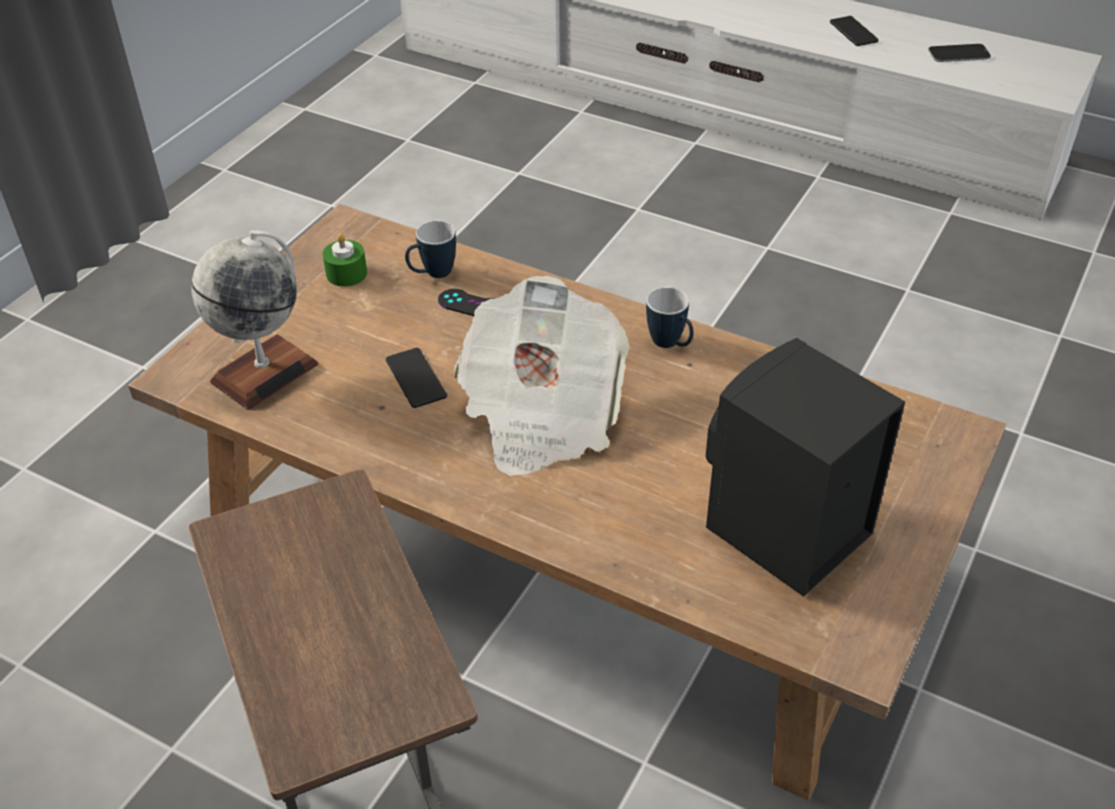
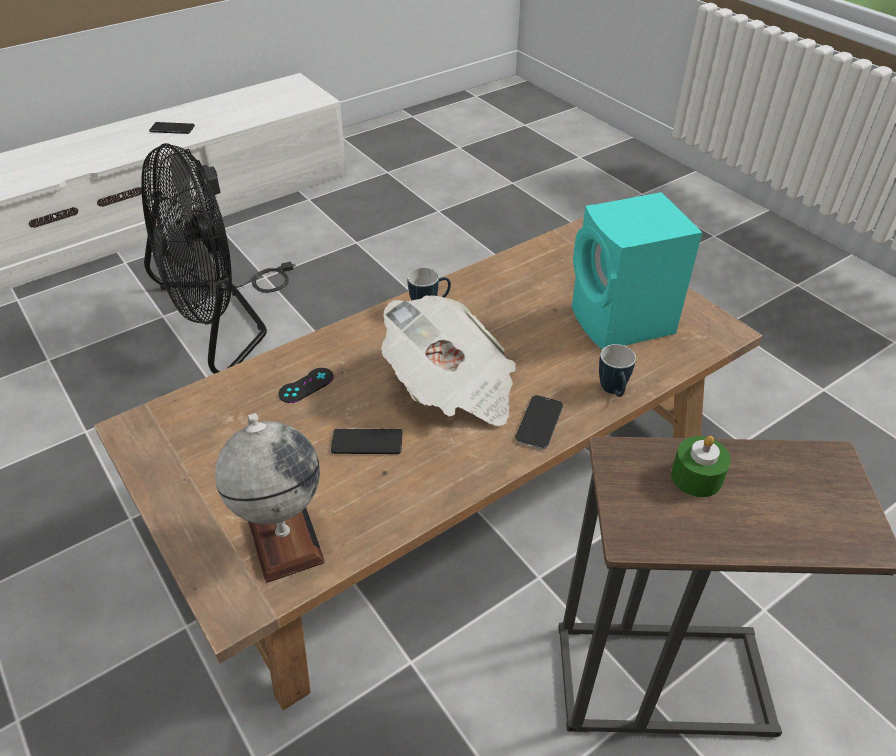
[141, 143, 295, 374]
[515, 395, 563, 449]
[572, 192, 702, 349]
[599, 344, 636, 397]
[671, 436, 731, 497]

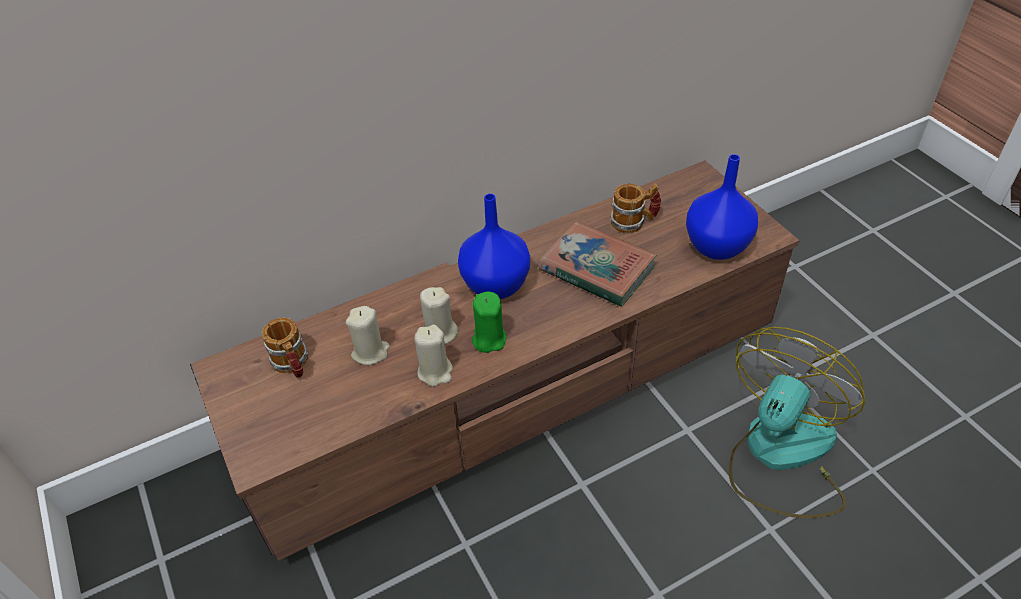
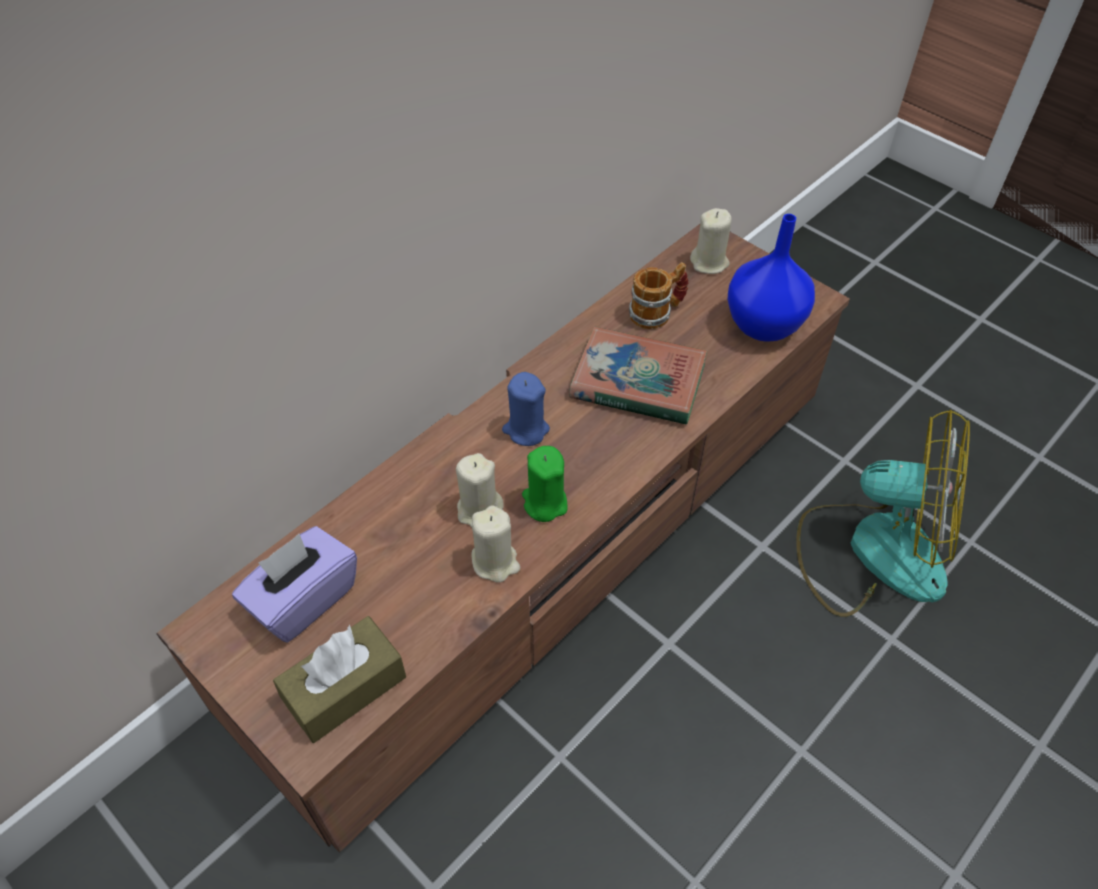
[232, 526, 357, 643]
[273, 616, 406, 743]
[502, 372, 550, 446]
[690, 208, 732, 274]
[796, 410, 970, 617]

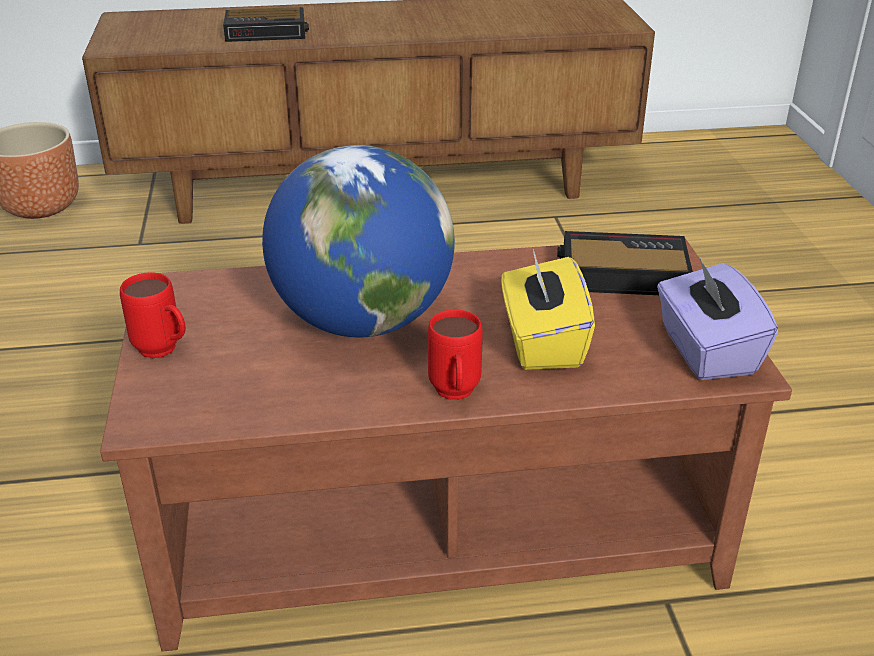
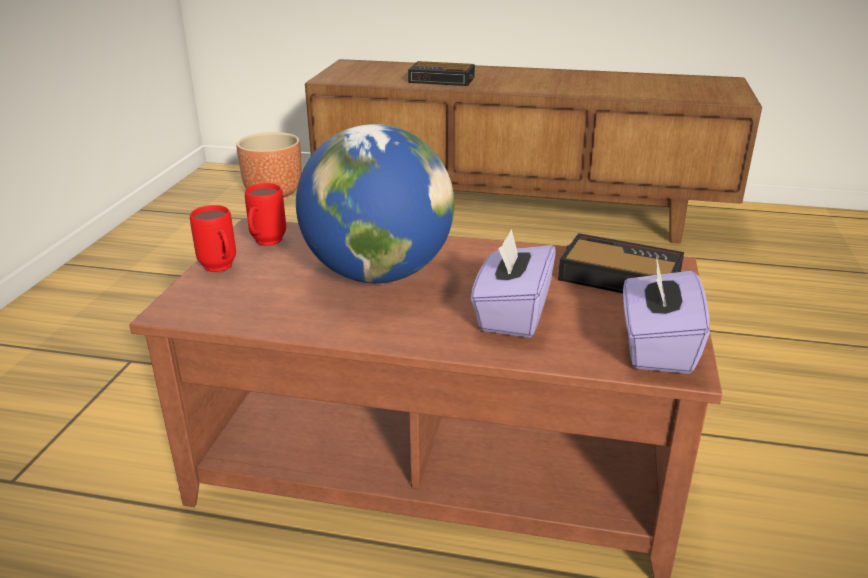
[245, 183, 286, 246]
[471, 229, 556, 338]

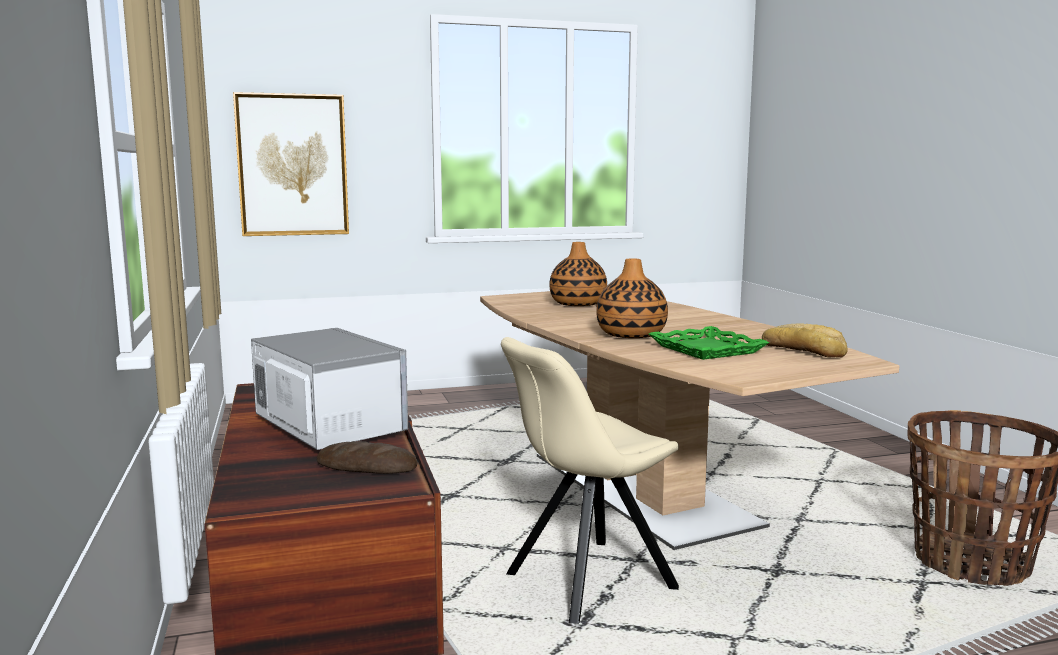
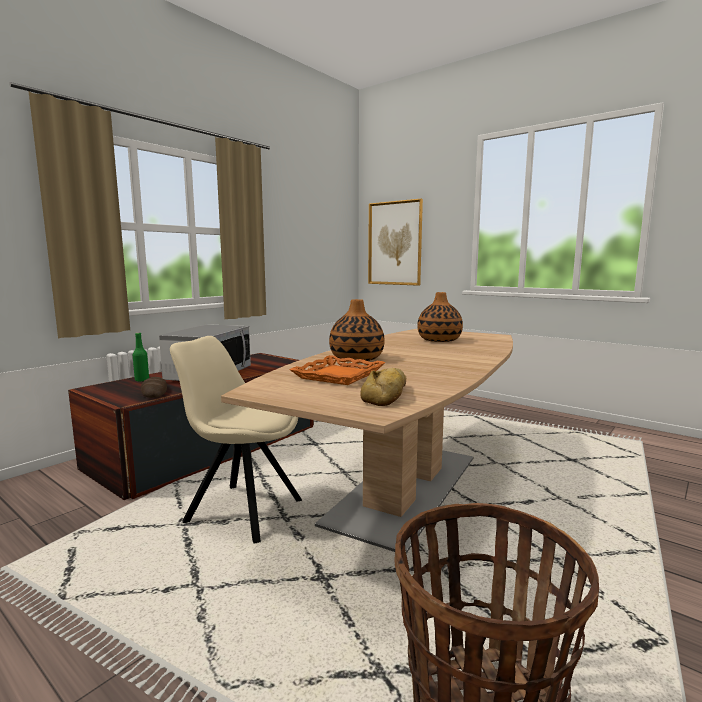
[133, 333, 149, 381]
[289, 355, 385, 385]

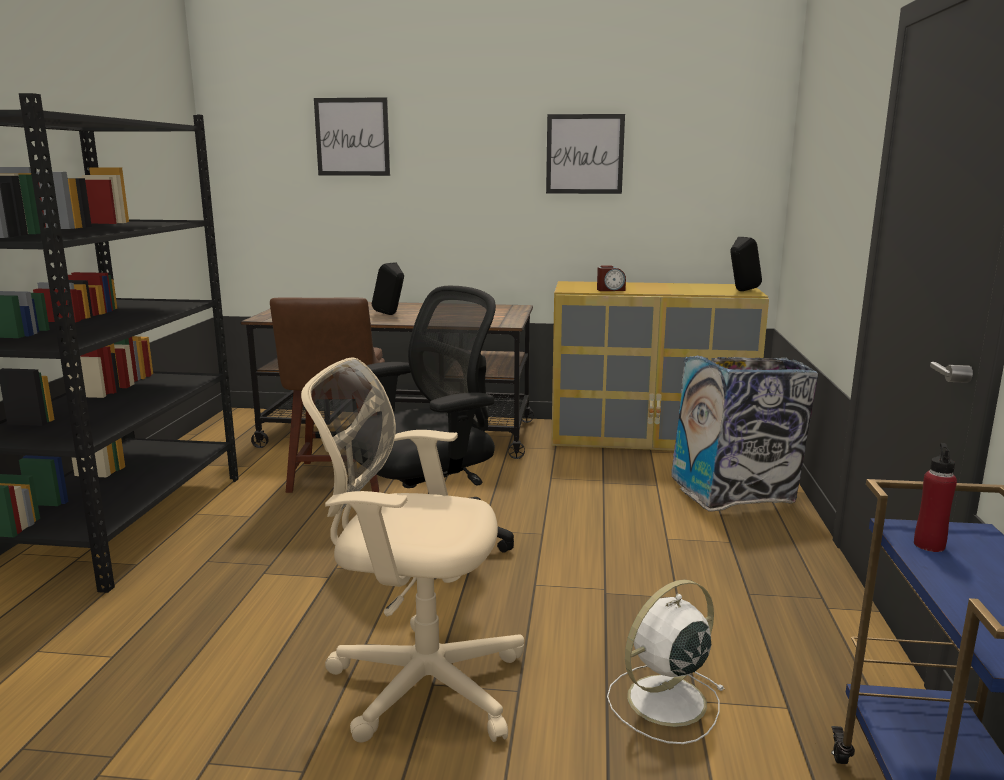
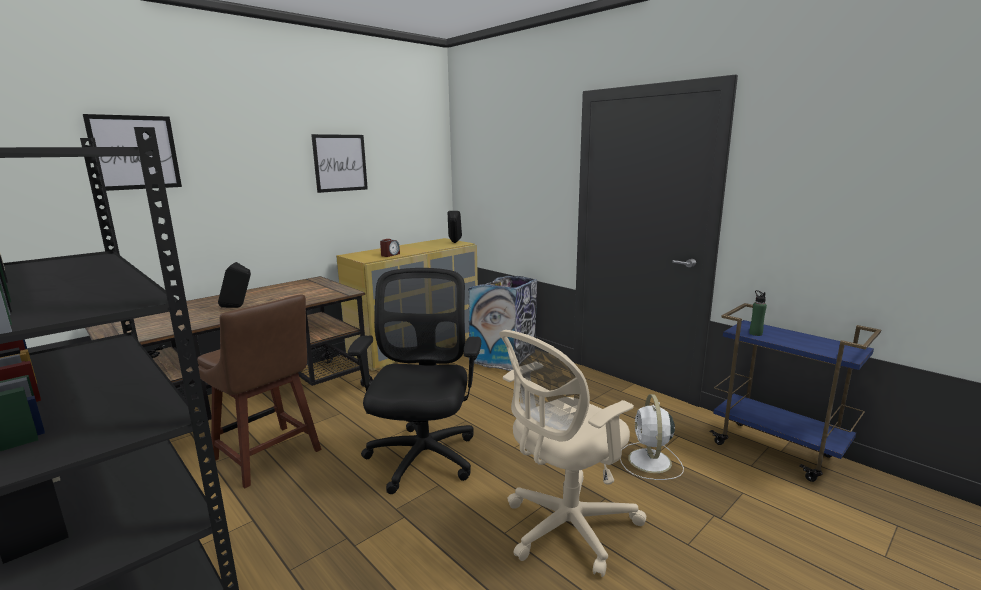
[749, 290, 767, 336]

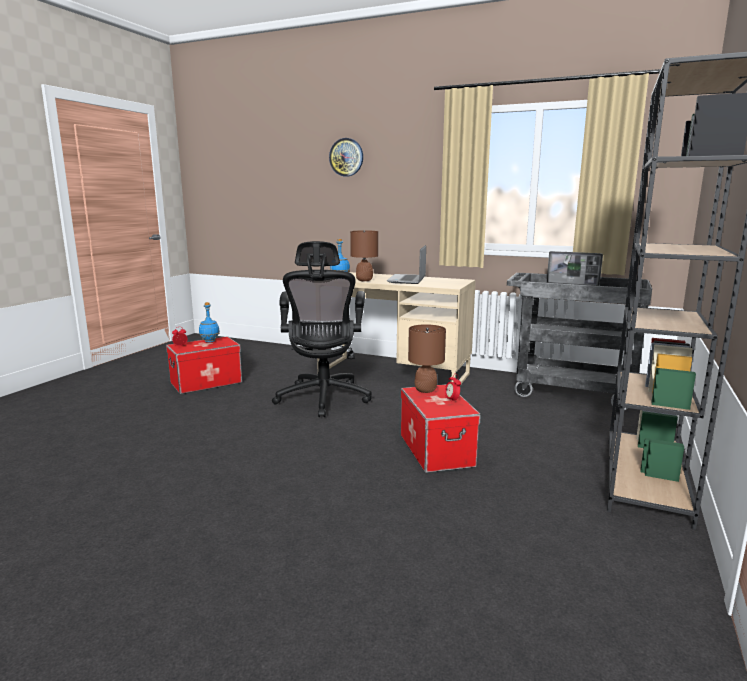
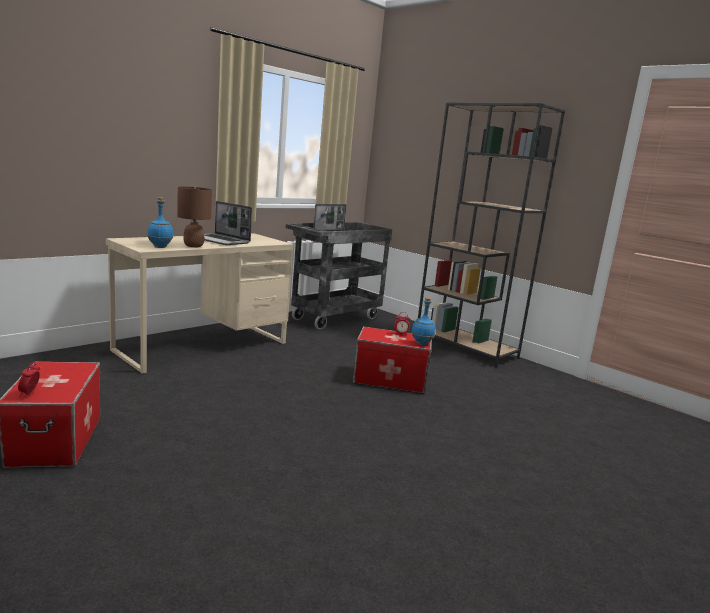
[411, 297, 436, 345]
[272, 241, 372, 417] (first image)
[329, 138, 363, 177] (first image)
[408, 324, 446, 393] (first image)

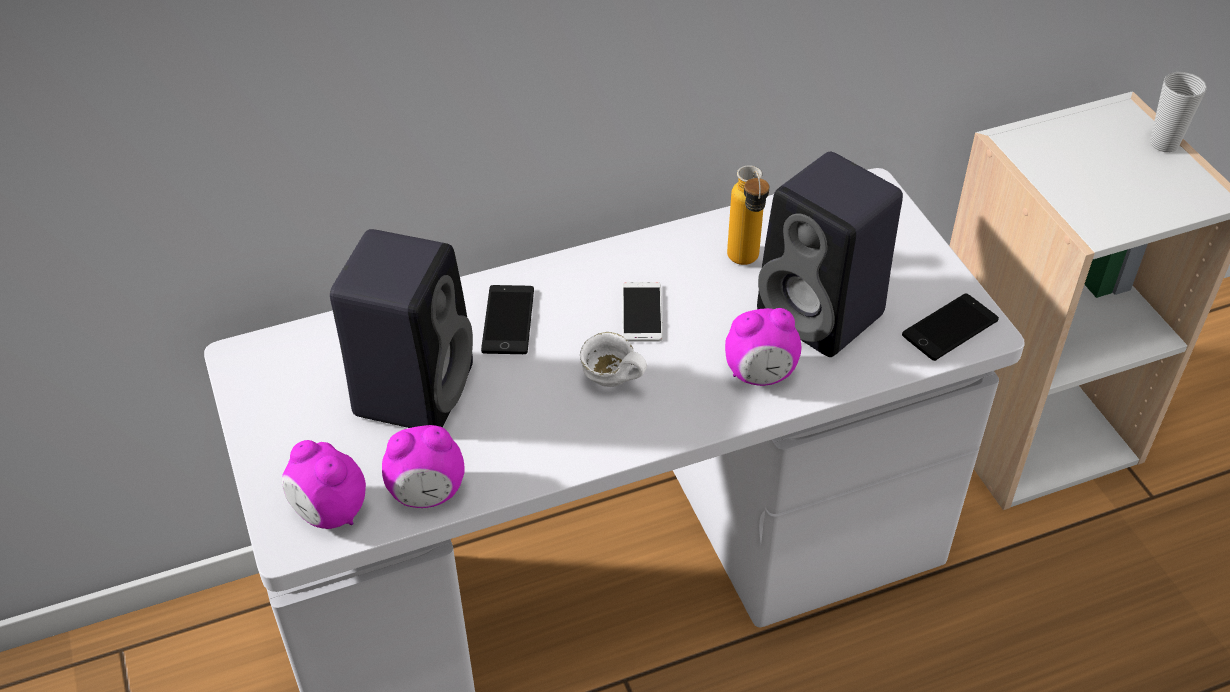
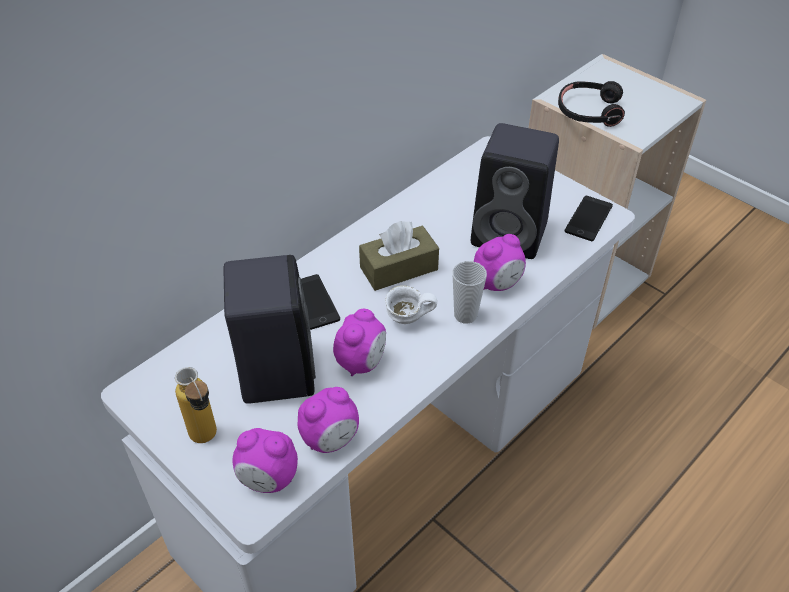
[175, 367, 217, 443]
[333, 309, 386, 377]
[359, 221, 439, 291]
[452, 261, 487, 324]
[558, 81, 625, 127]

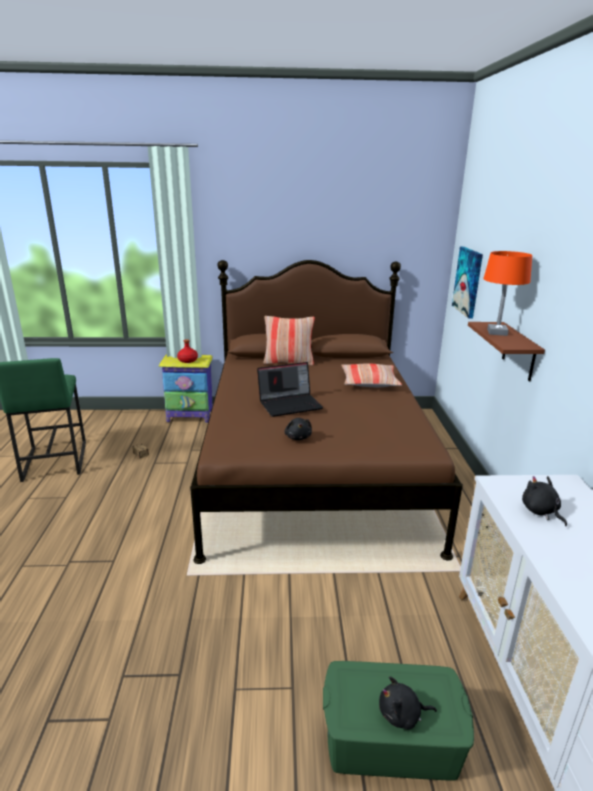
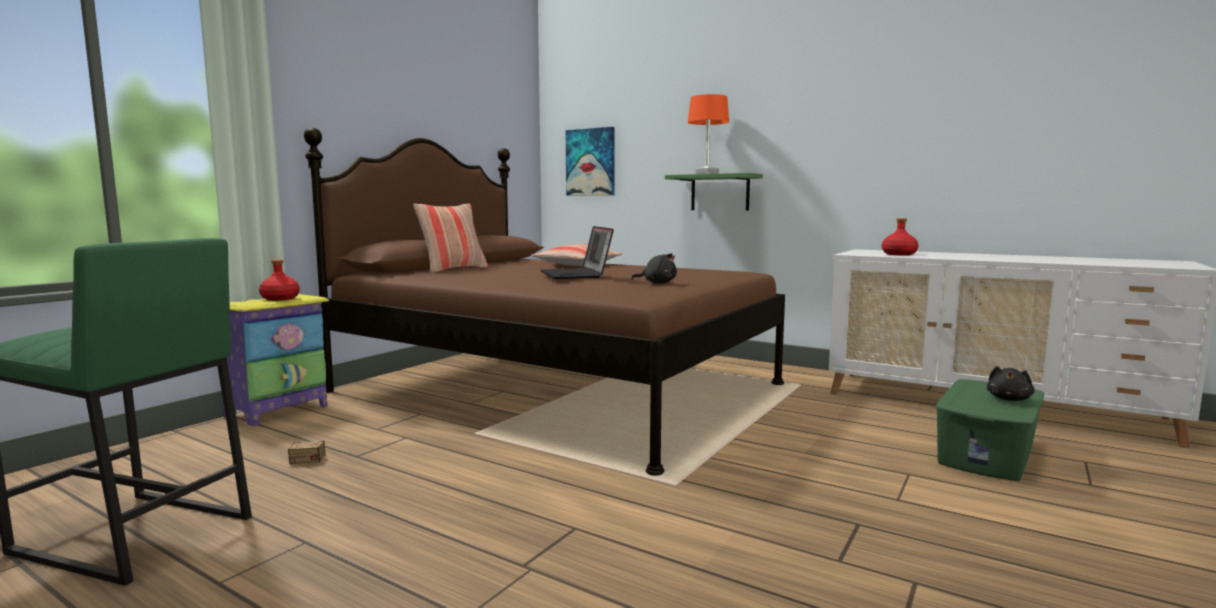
[540, 226, 614, 279]
[665, 173, 763, 210]
[882, 218, 919, 255]

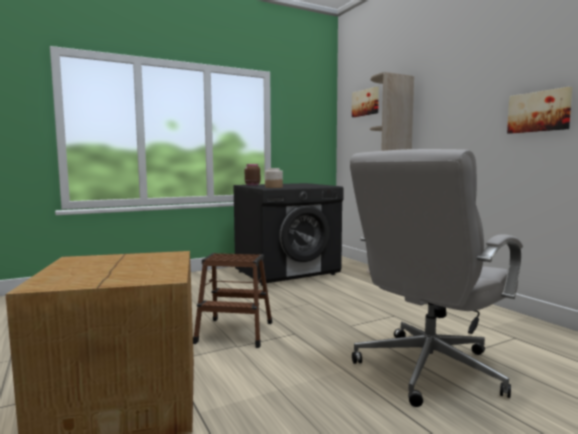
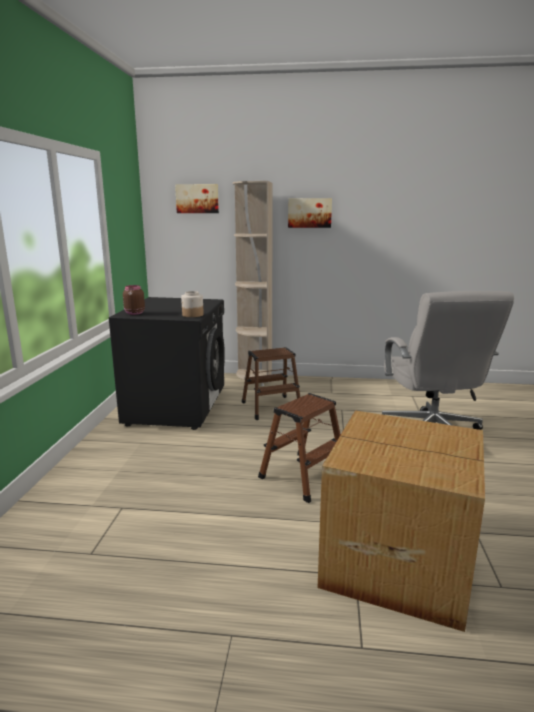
[242, 347, 300, 420]
[288, 198, 332, 228]

